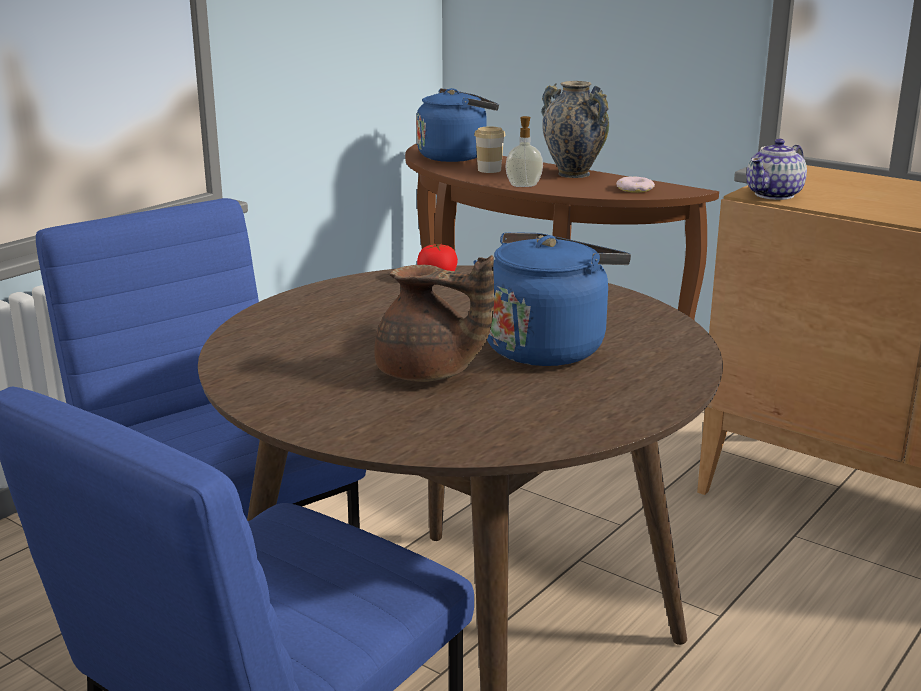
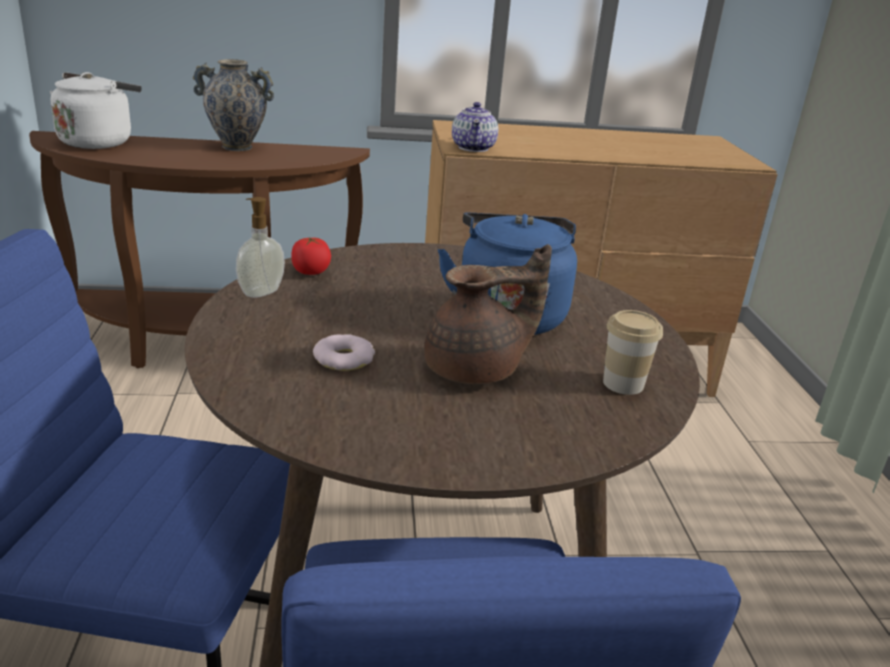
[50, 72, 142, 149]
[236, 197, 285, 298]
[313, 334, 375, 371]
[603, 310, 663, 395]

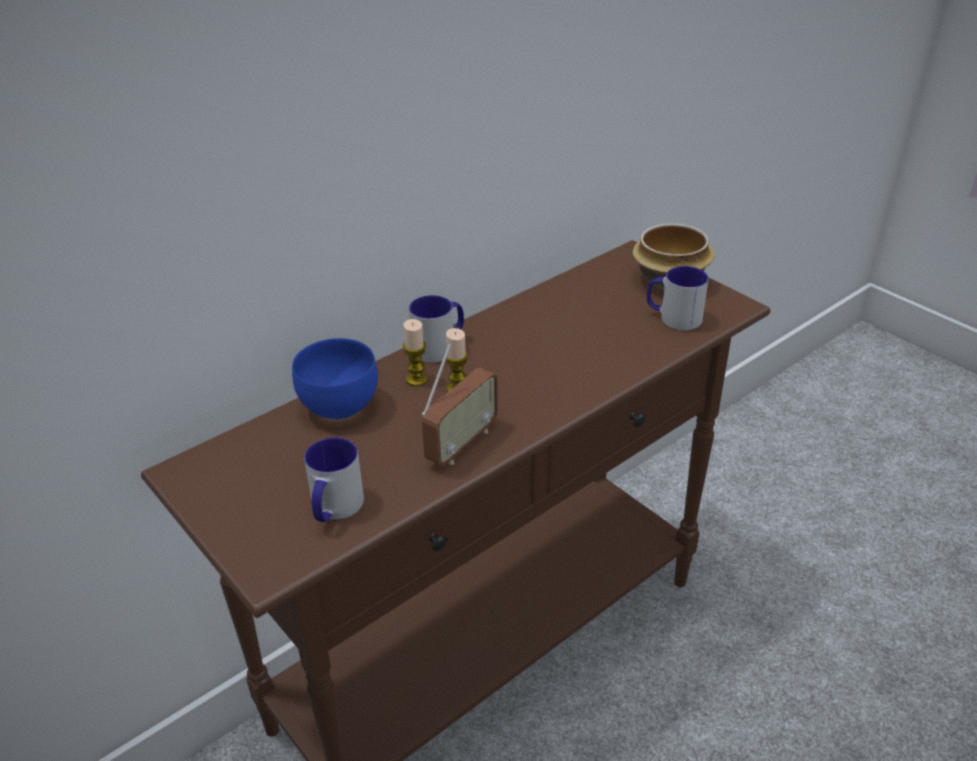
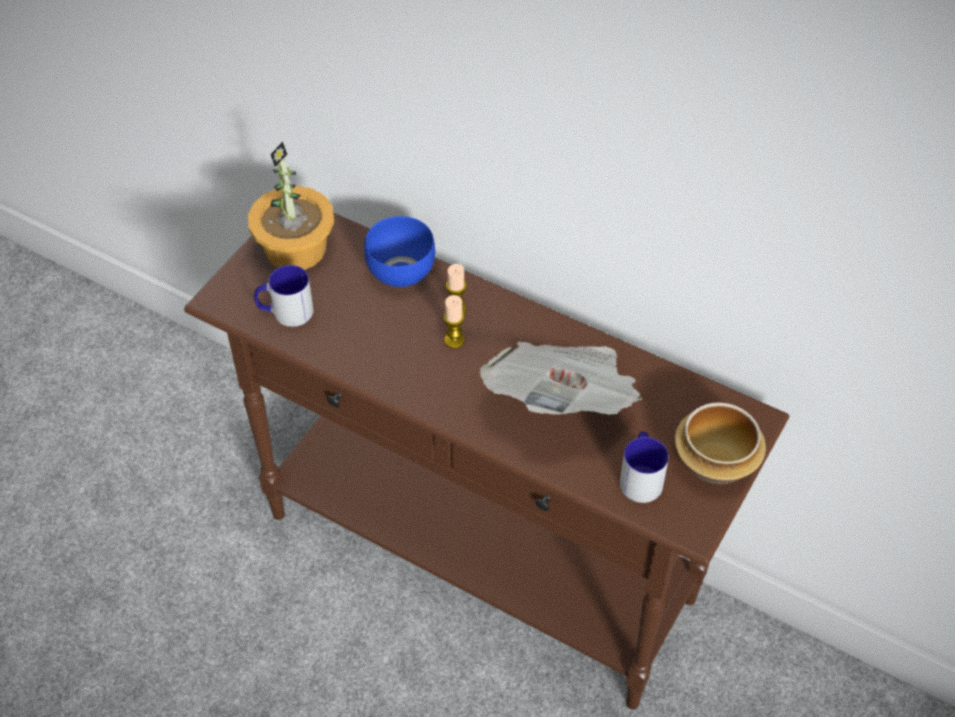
[248, 142, 334, 270]
[480, 342, 642, 415]
[409, 295, 464, 362] (first image)
[422, 343, 498, 466] (first image)

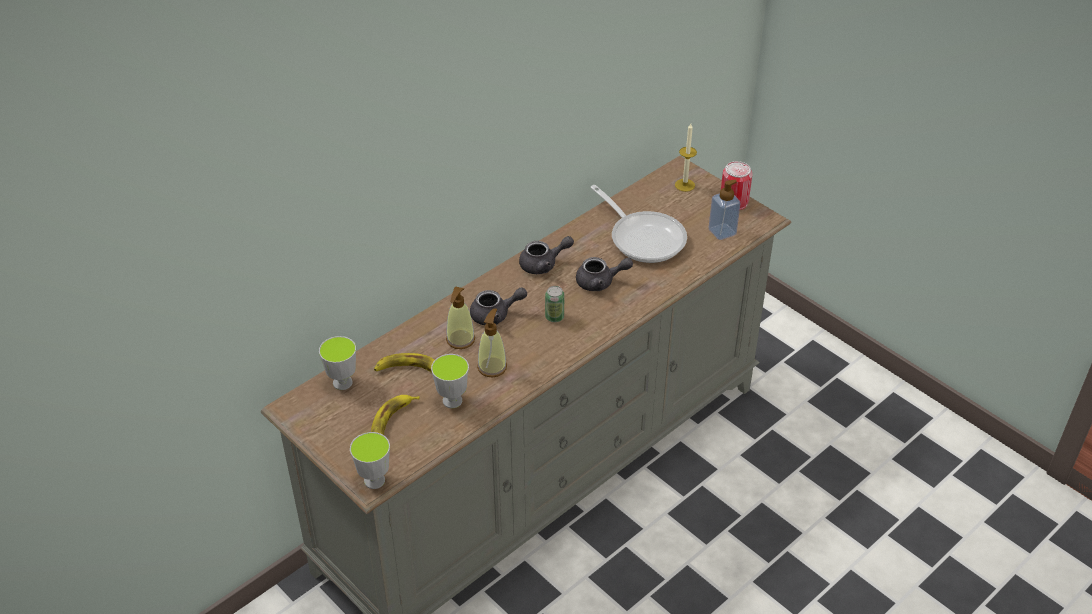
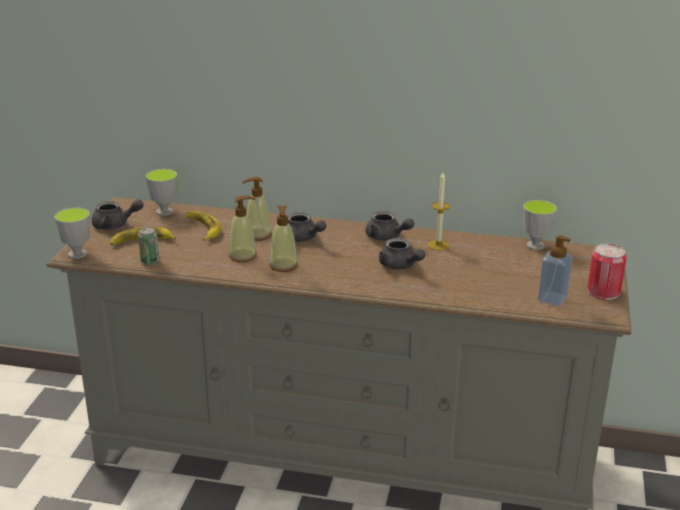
[92, 199, 144, 230]
[138, 227, 159, 265]
[270, 206, 298, 272]
[428, 172, 450, 250]
[523, 200, 557, 250]
[590, 185, 687, 263] (first image)

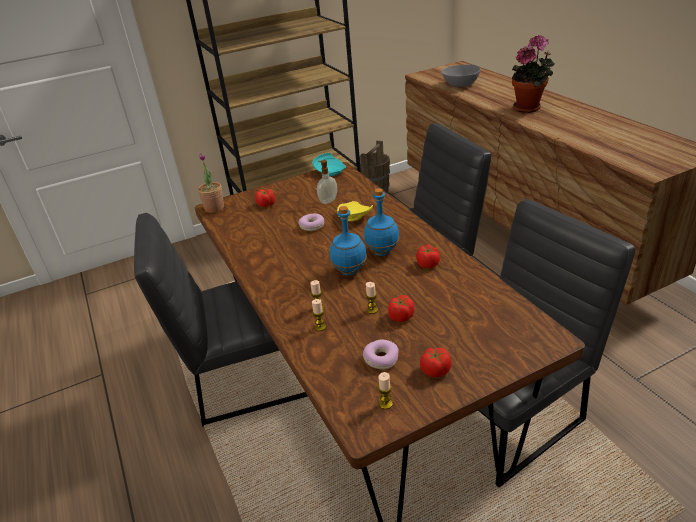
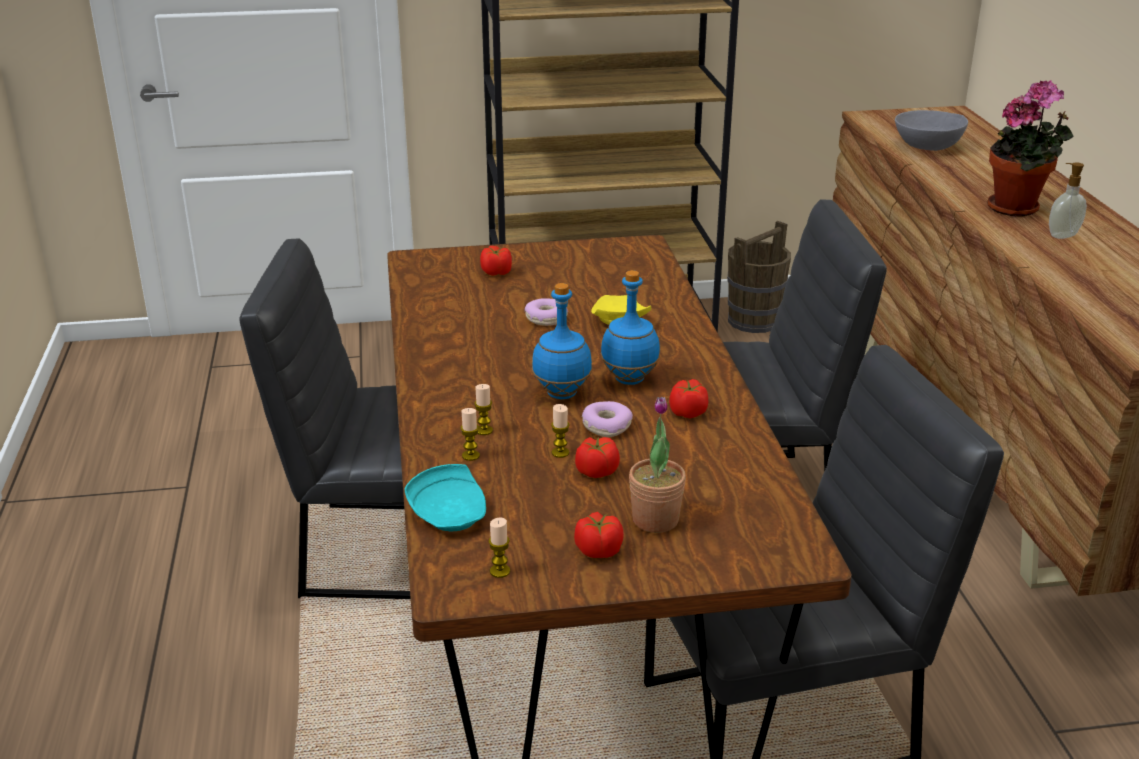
[405, 464, 486, 531]
[582, 401, 633, 437]
[629, 397, 686, 533]
[1049, 163, 1087, 239]

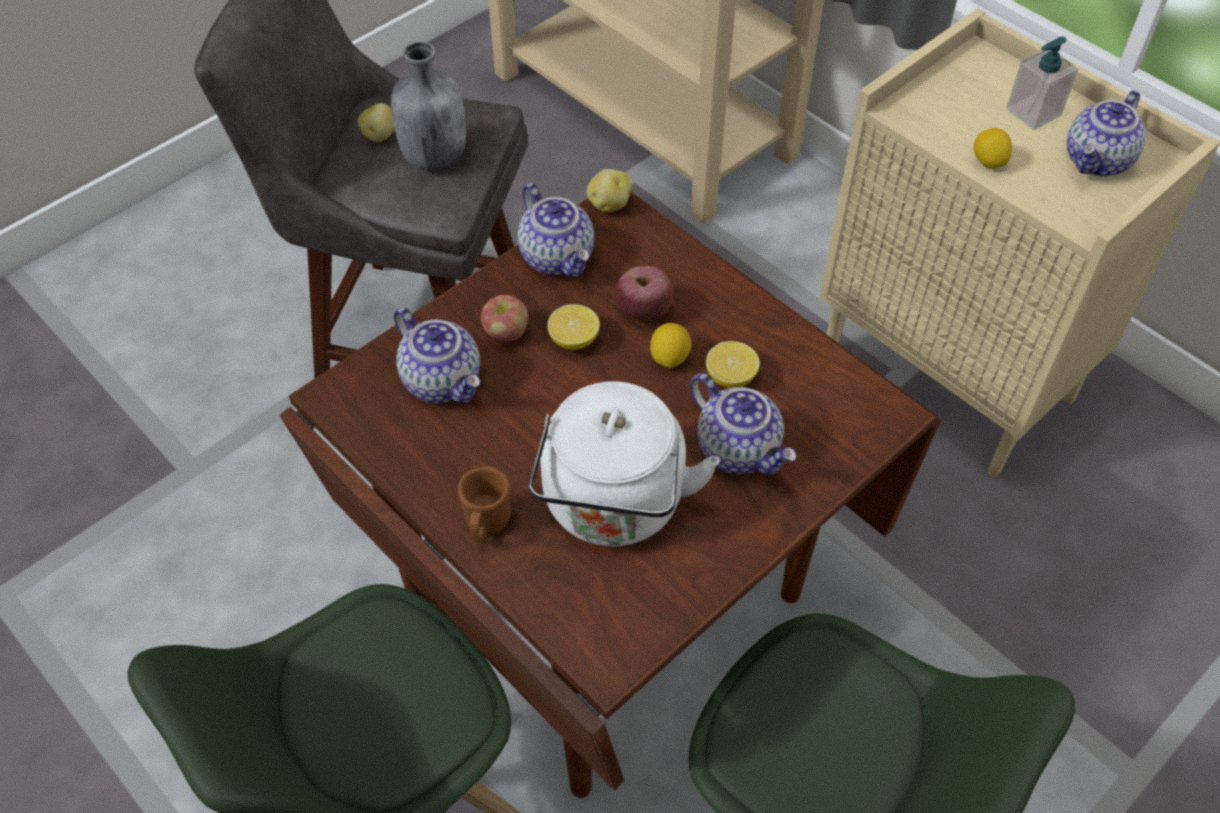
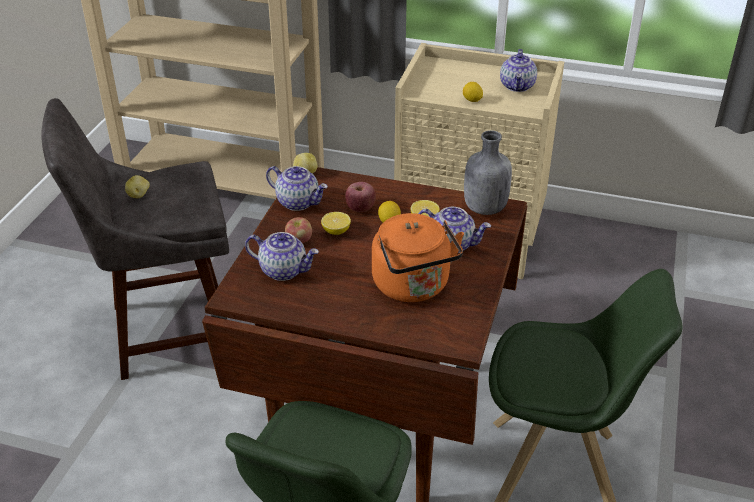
[372, 213, 464, 302]
[464, 130, 512, 215]
[458, 466, 511, 542] (first image)
[1006, 36, 1078, 130] (first image)

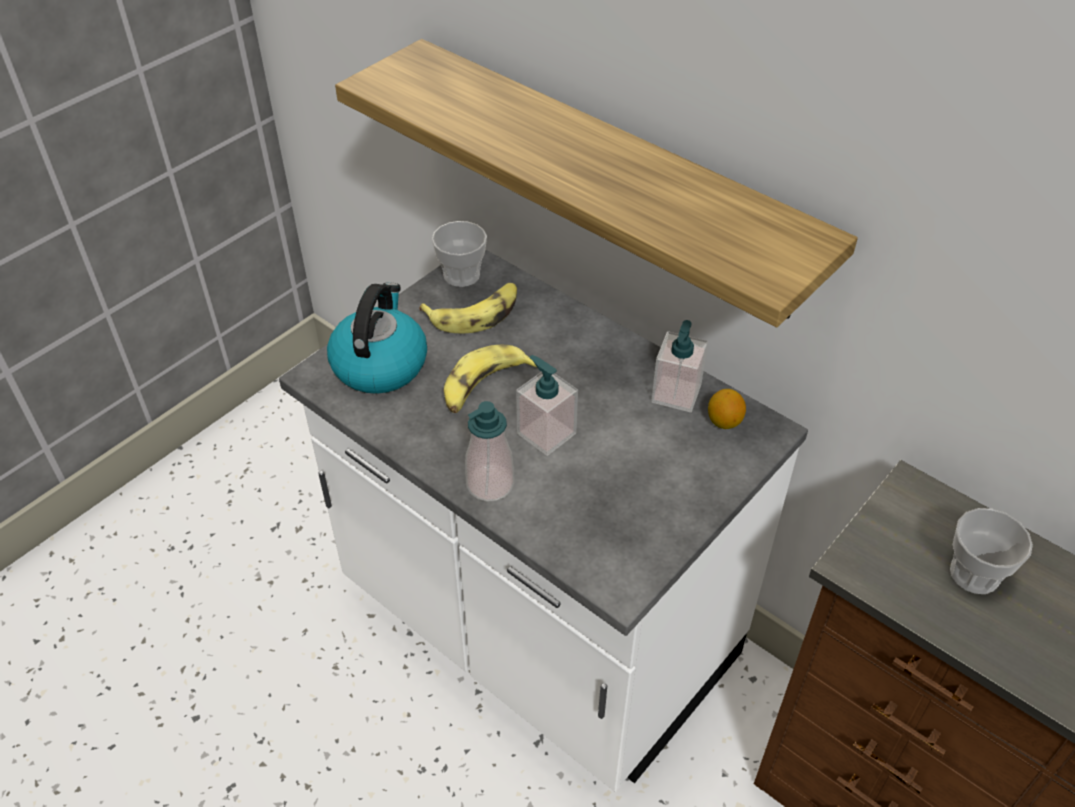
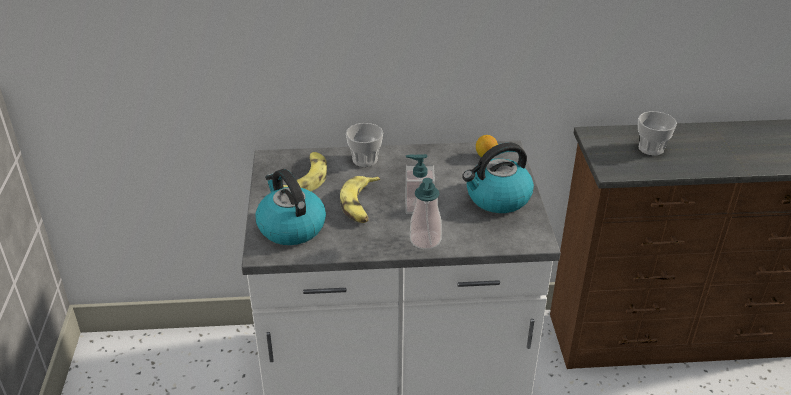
[346, 123, 383, 167]
[462, 142, 534, 213]
[335, 39, 858, 328] (first image)
[651, 320, 708, 413] (first image)

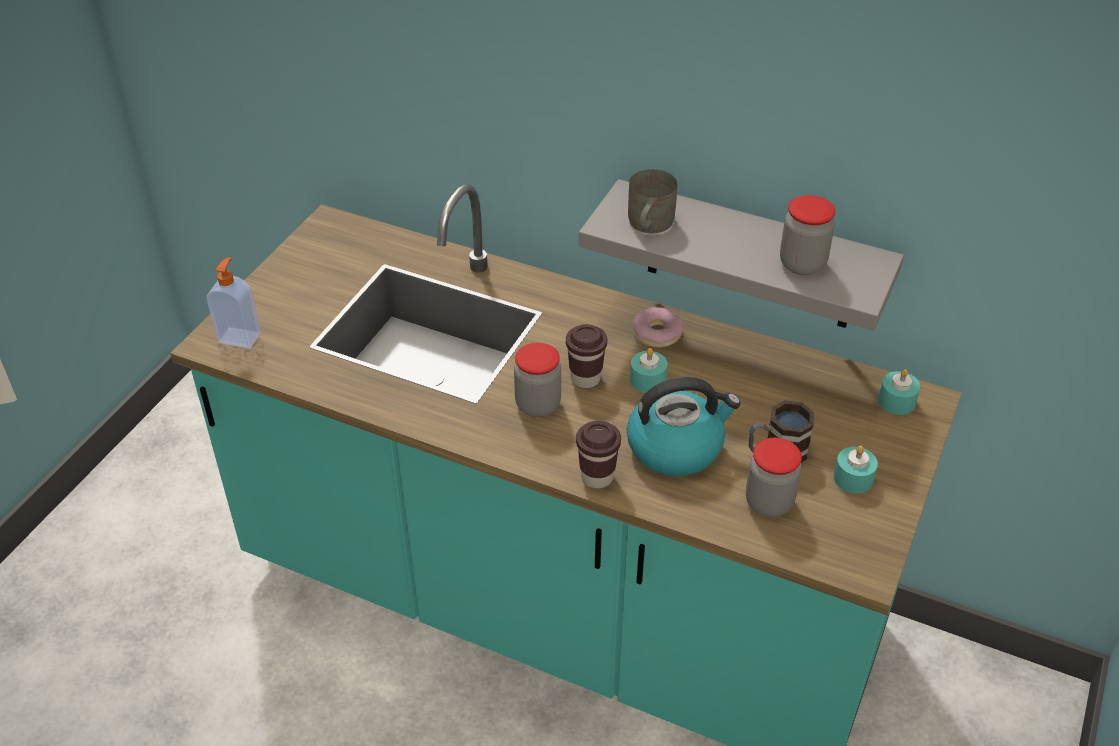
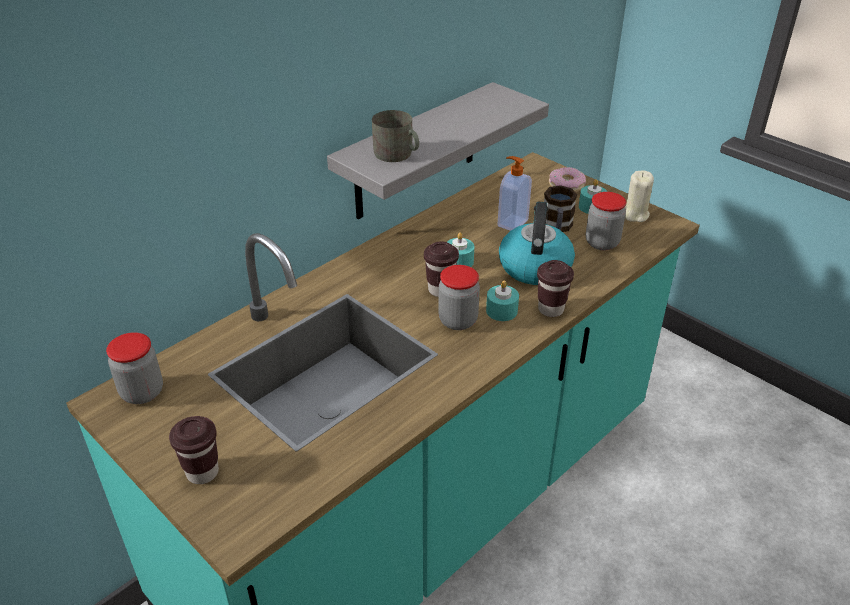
[106, 332, 163, 404]
[169, 416, 219, 484]
[486, 281, 519, 321]
[497, 156, 532, 231]
[549, 167, 586, 192]
[625, 171, 654, 222]

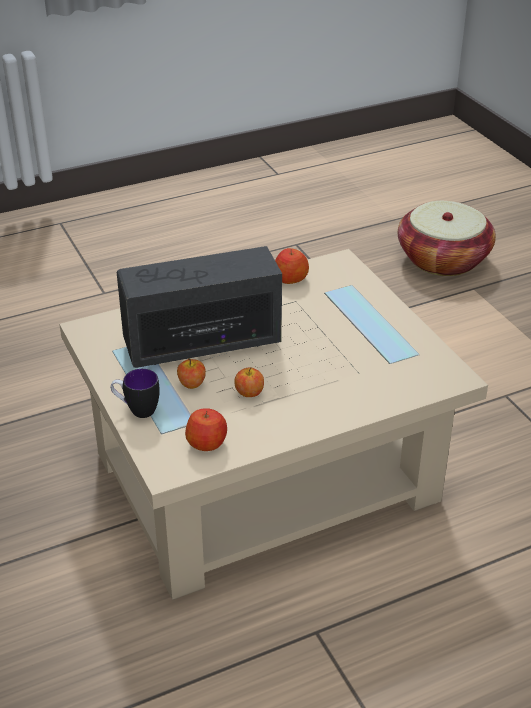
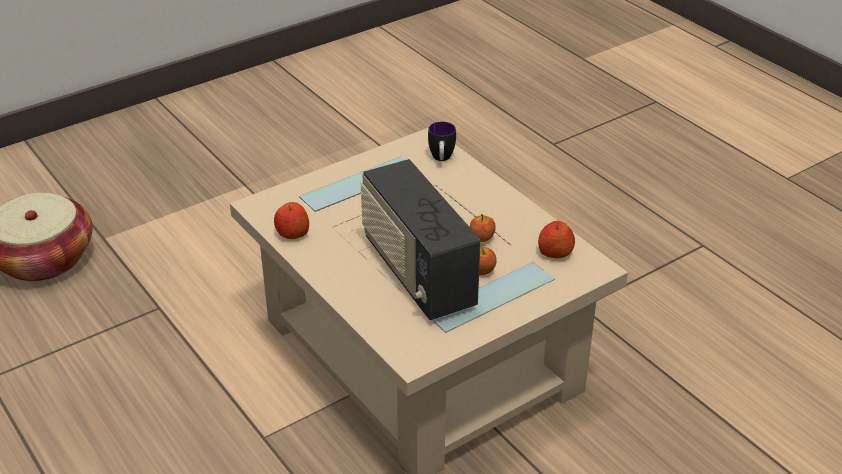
[428, 122, 456, 161]

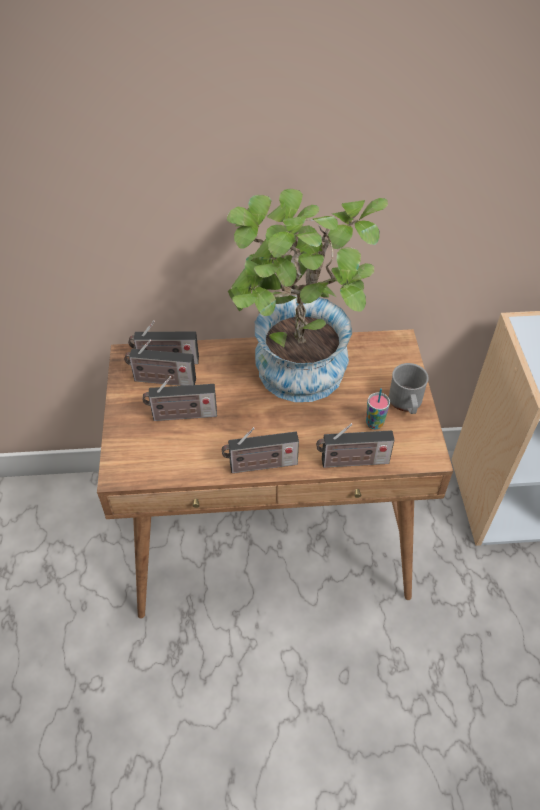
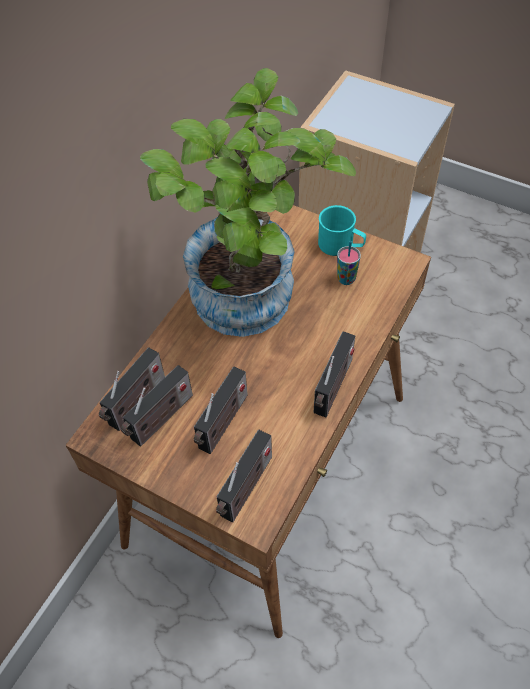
[216, 430, 272, 522]
[318, 205, 366, 256]

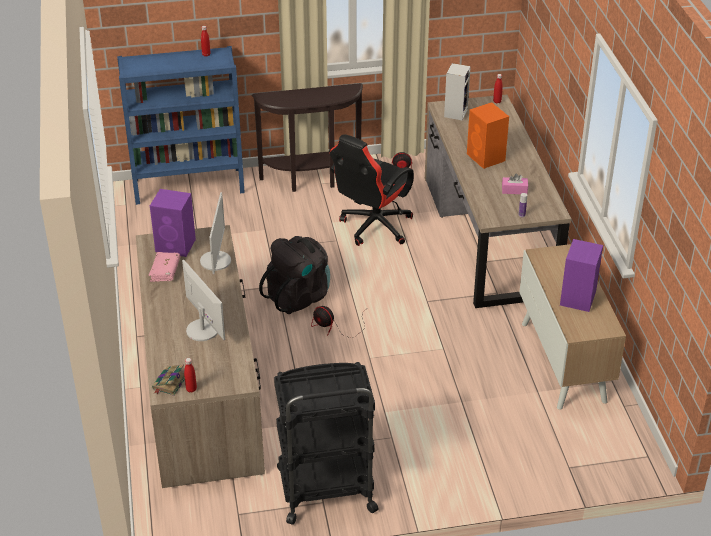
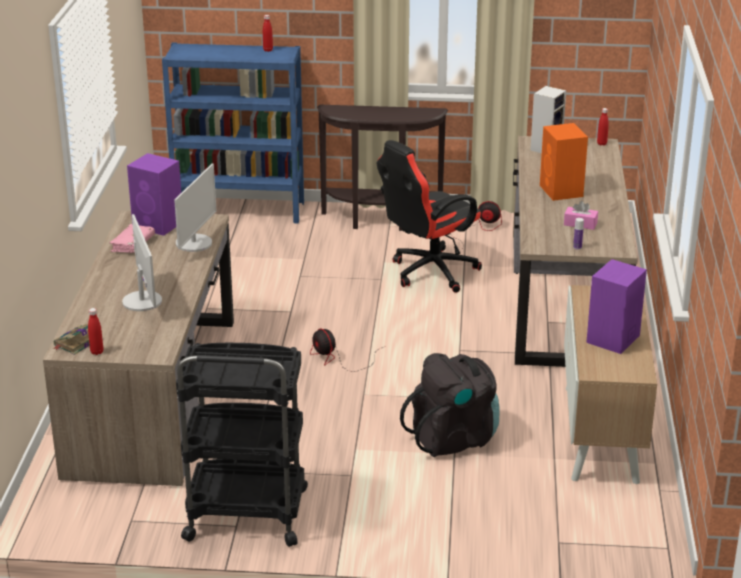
[400, 353, 499, 457]

